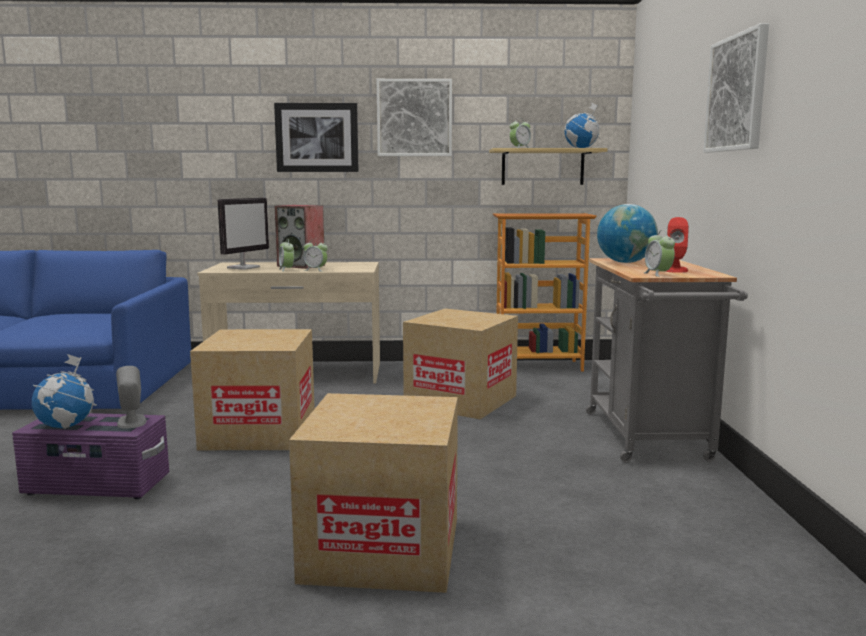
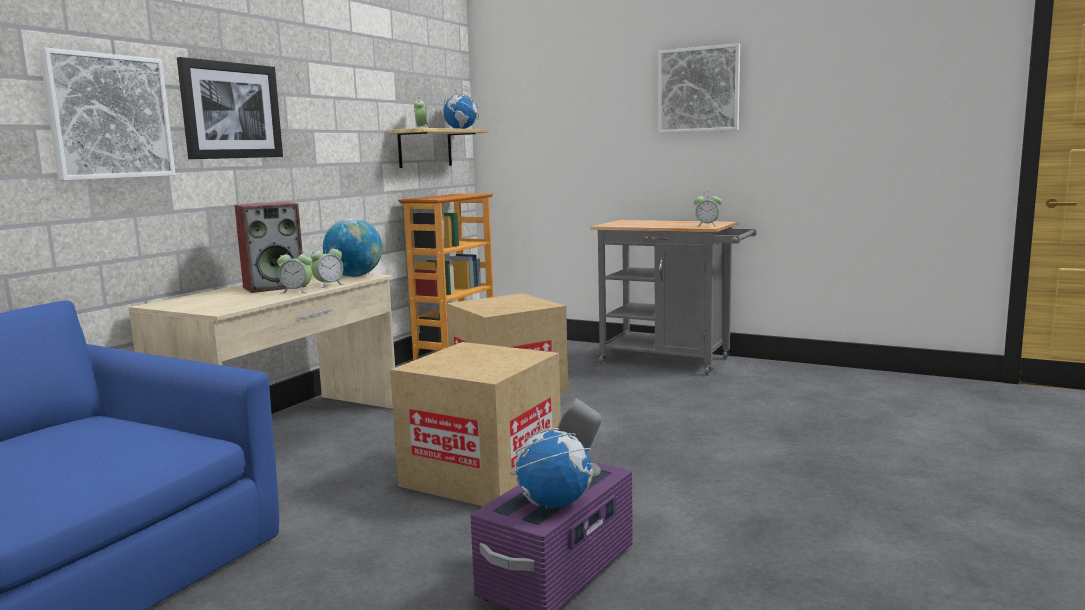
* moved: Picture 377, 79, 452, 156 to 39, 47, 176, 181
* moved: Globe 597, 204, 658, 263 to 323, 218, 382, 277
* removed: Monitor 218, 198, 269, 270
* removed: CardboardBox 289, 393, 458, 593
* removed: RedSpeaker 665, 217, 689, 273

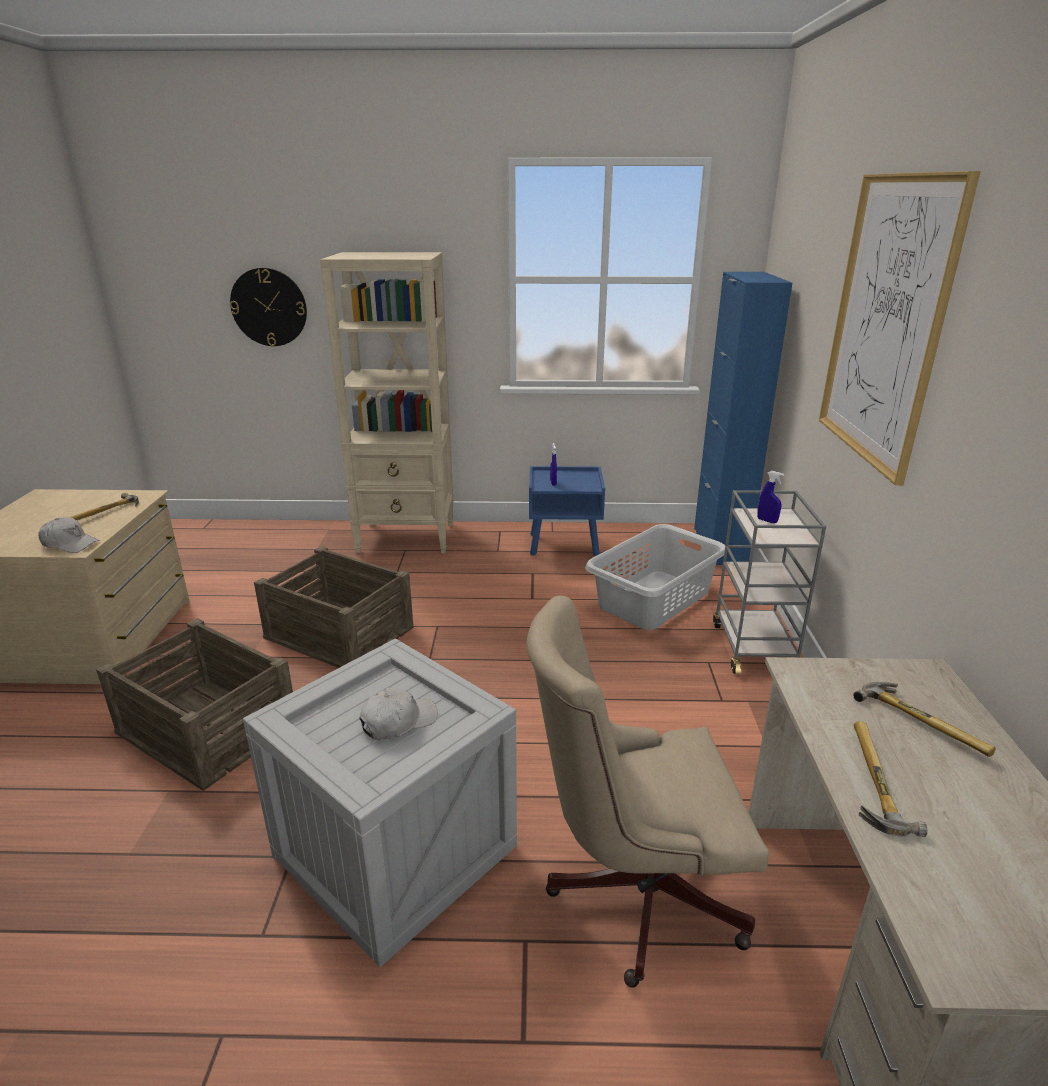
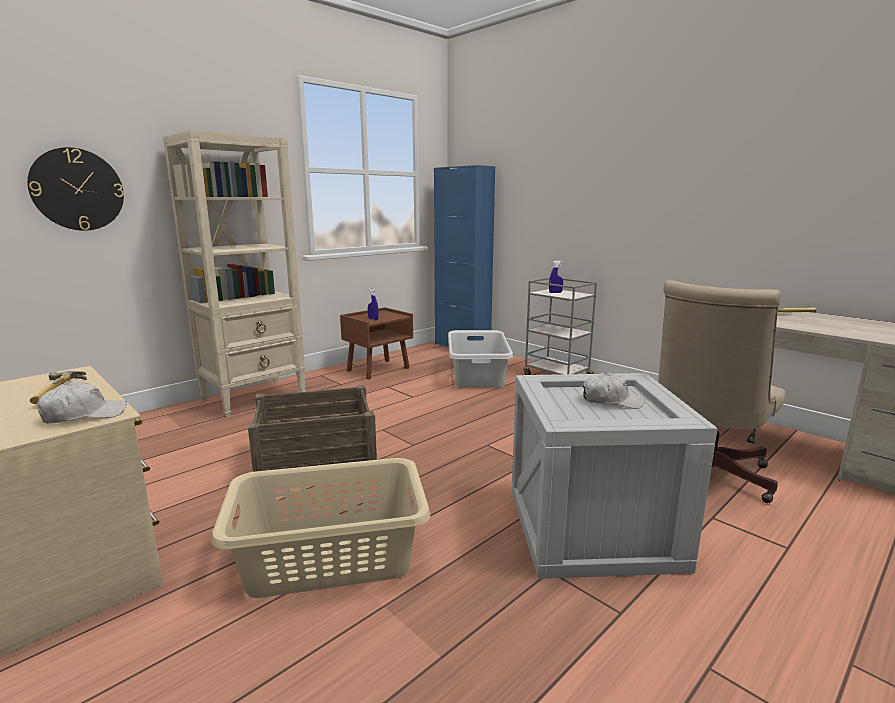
* replaced: Crate 96, 618, 293, 791 to BeigeLaundryBasket 212, 458, 430, 598
* recoloured: BlueNightstand 529, 466, 605, 556 to BrownNightstand 340, 307, 413, 379
* turned: WhiteCap 359, 688, 438, 740 = 583, 373, 645, 409 90 degrees clockwise
* removed: Picture 819, 171, 981, 485
* removed: Hammer 853, 721, 928, 837

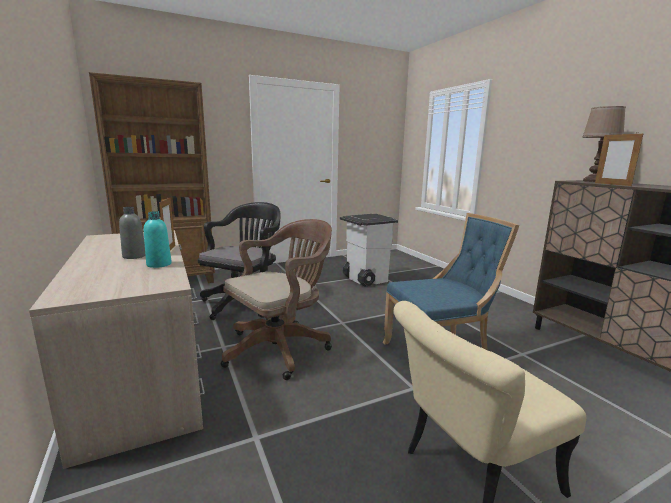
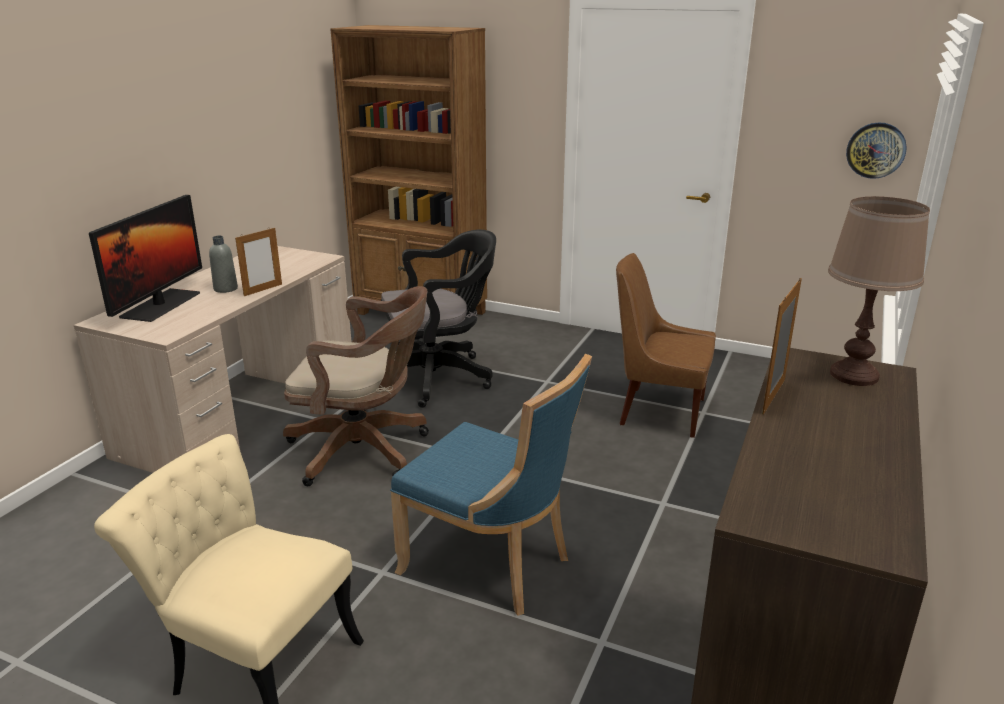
* added: Monitor 89, 195, 202, 322
* replaced: WhiteTrashCan 340, 214, 398, 287 to BrownChair 616, 253, 716, 438
* added: WallClock 846, 122, 907, 179
* removed: TurquoiseBottle 144, 211, 172, 268

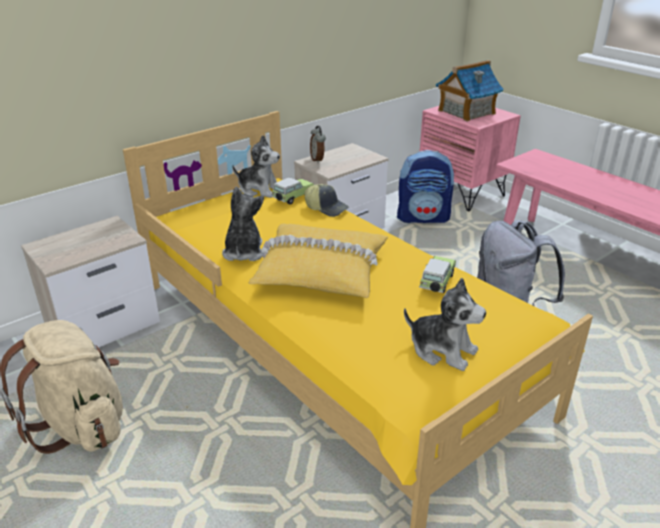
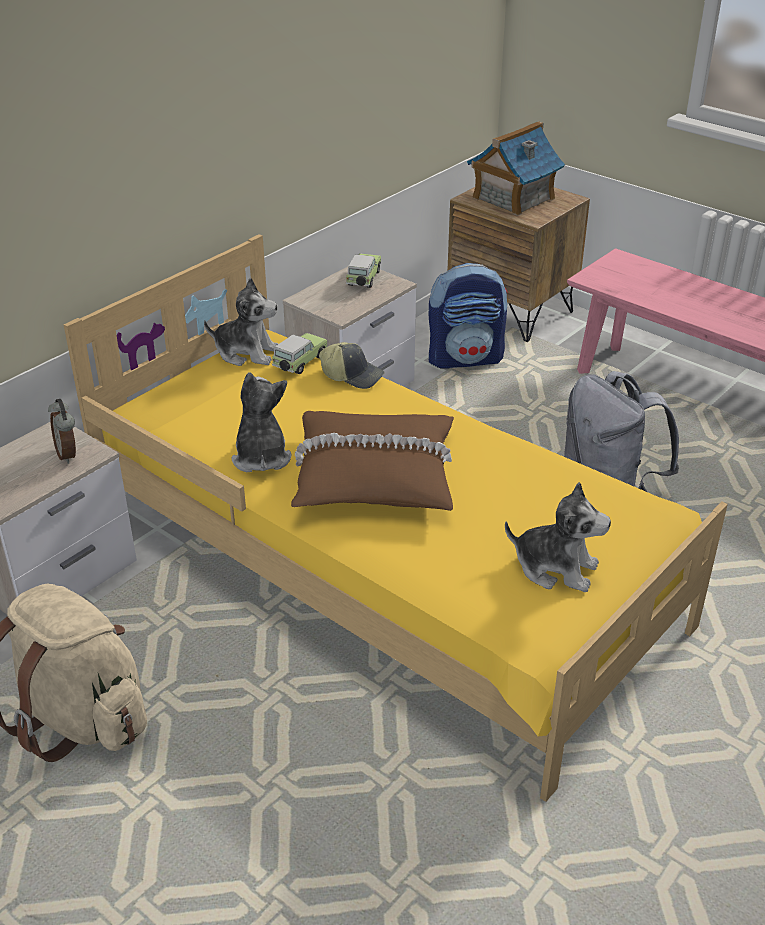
* moved: AlarmClock 310, 126, 326, 164 to 48, 399, 76, 464
* recoloured: YellowPillow 249, 223, 388, 298 to BrownPillow 291, 411, 454, 511
* moved: ToyCar 419, 256, 456, 293 to 346, 253, 381, 288
* recoloured: PinkNightstand 420, 106, 521, 211 to BrownNightstand 447, 187, 590, 342

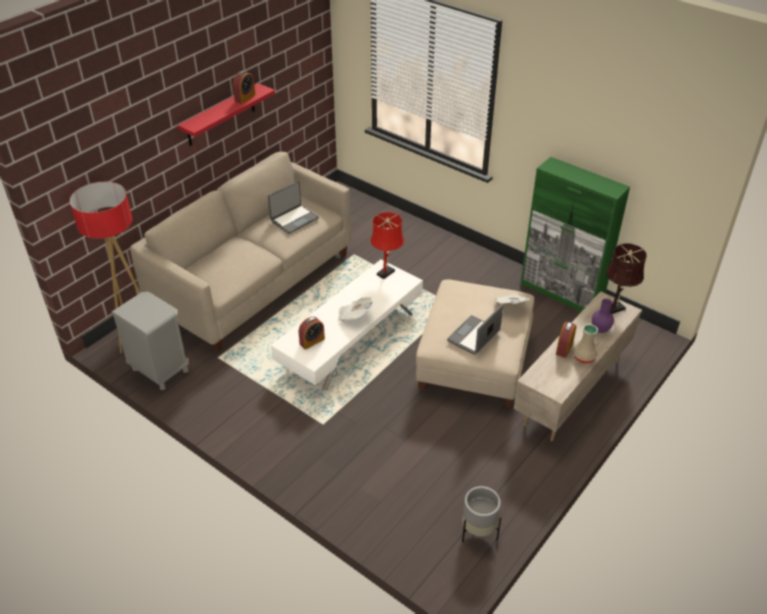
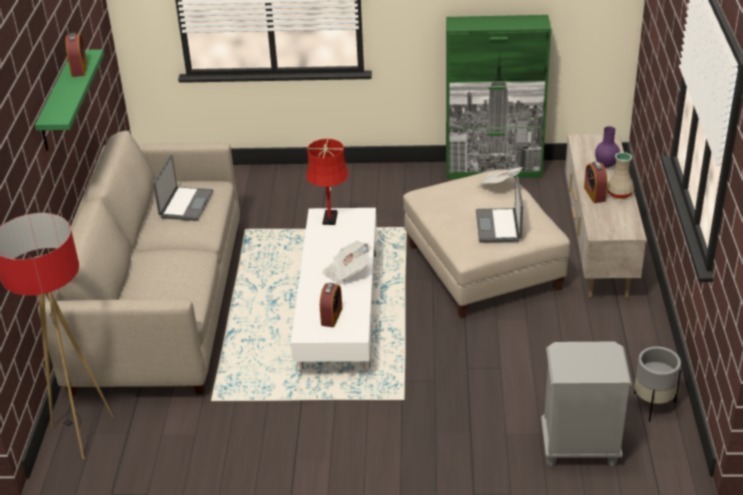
* recoloured: RedShelf 178, 83, 275, 146 to GreenShelf 35, 49, 104, 151
* moved: GreyNightstand 112, 292, 189, 390 to 541, 342, 632, 466
* removed: BrownTableLamp 606, 243, 647, 314

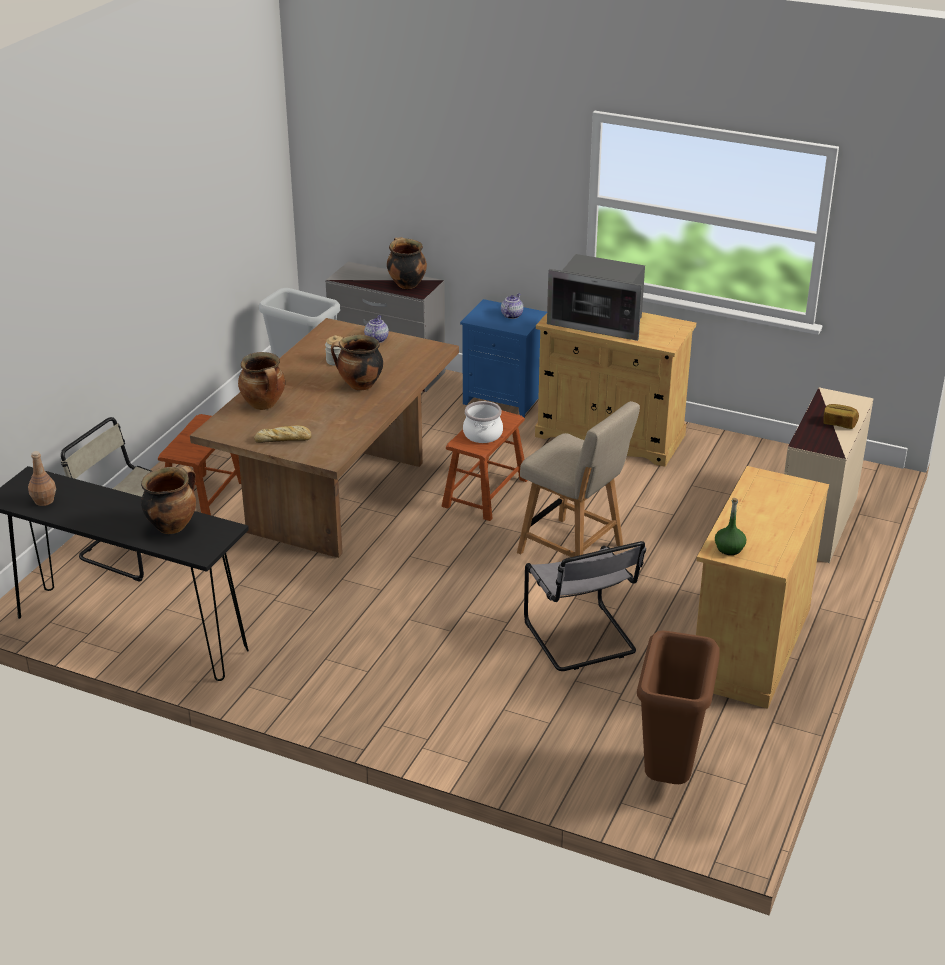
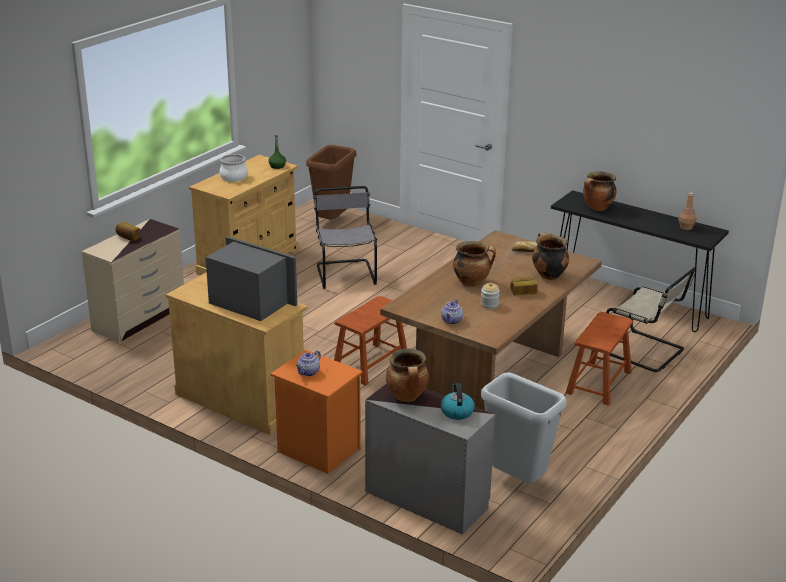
* moved: CookingPot 463, 401, 503, 443 to 219, 154, 248, 182
* recoloured: BlueNightstand 460, 299, 547, 418 to OrangeNightstand 271, 350, 363, 474
* added: Kettle 441, 383, 475, 420
* added: Bread 510, 277, 538, 295
* removed: BeigeChair 517, 401, 640, 557

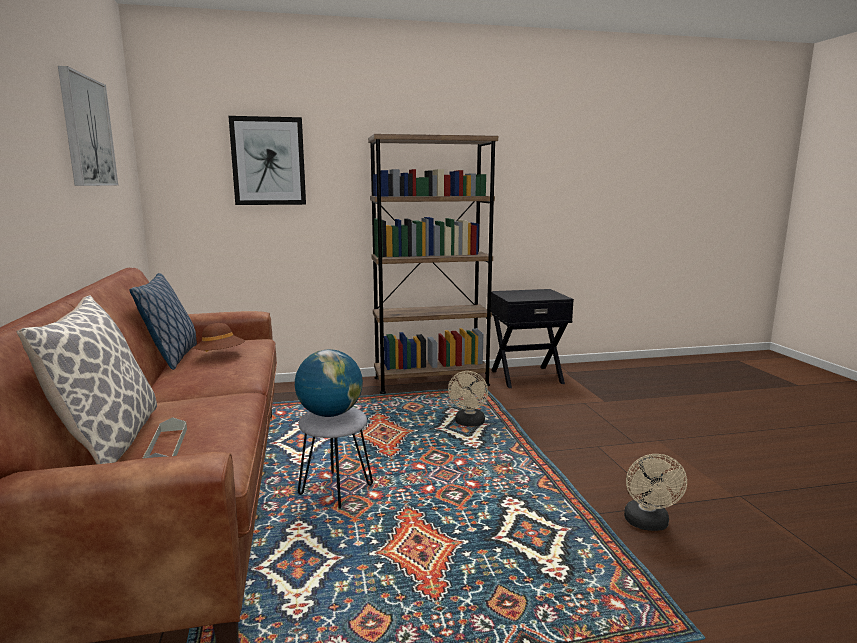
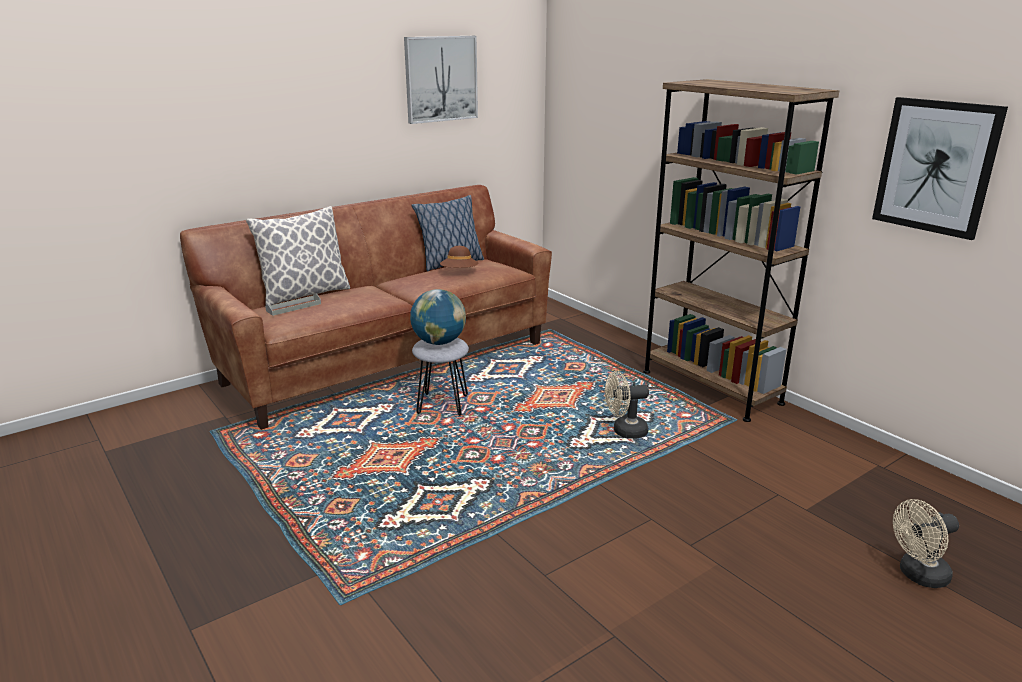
* moved: Picture 228, 116, 306, 205 to 872, 97, 1008, 240
* moved: BeigeFan 624, 454, 687, 531 to 893, 499, 959, 588
* removed: BlackNightstand 491, 289, 574, 388

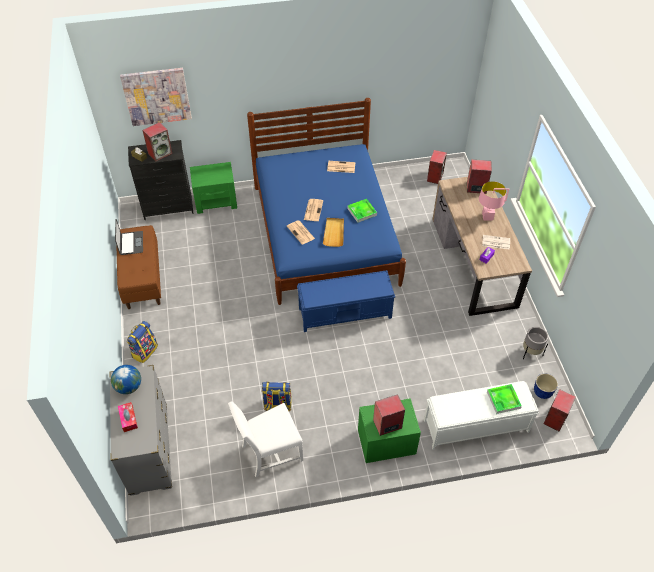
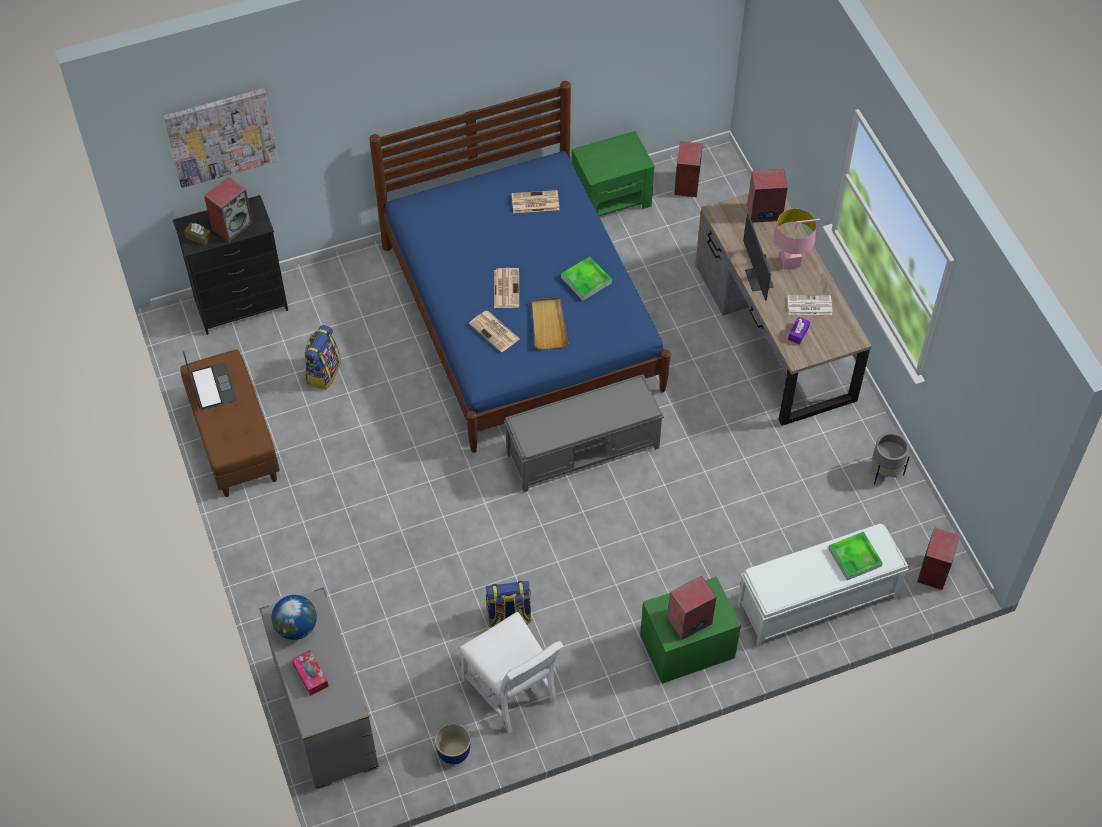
* moved: Backpack 127, 321, 158, 363 to 304, 325, 341, 390
* moved: Planter 534, 374, 558, 399 to 435, 723, 471, 764
* turned: WhiteChair 228, 401, 303, 477 = 459, 612, 563, 733 90 degrees counterclockwise
* recoloured: BlueBench 297, 270, 395, 332 to GreyBench 504, 374, 664, 492
* moved: GreenNightstand 190, 162, 237, 214 to 572, 131, 654, 216
* added: Monitor 743, 213, 774, 301

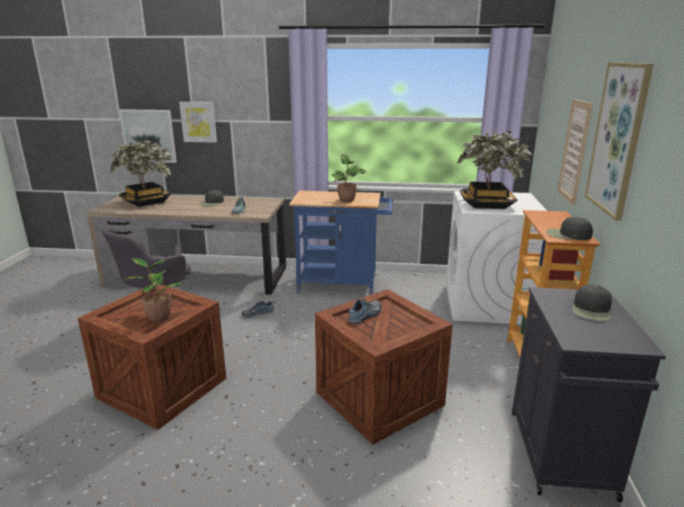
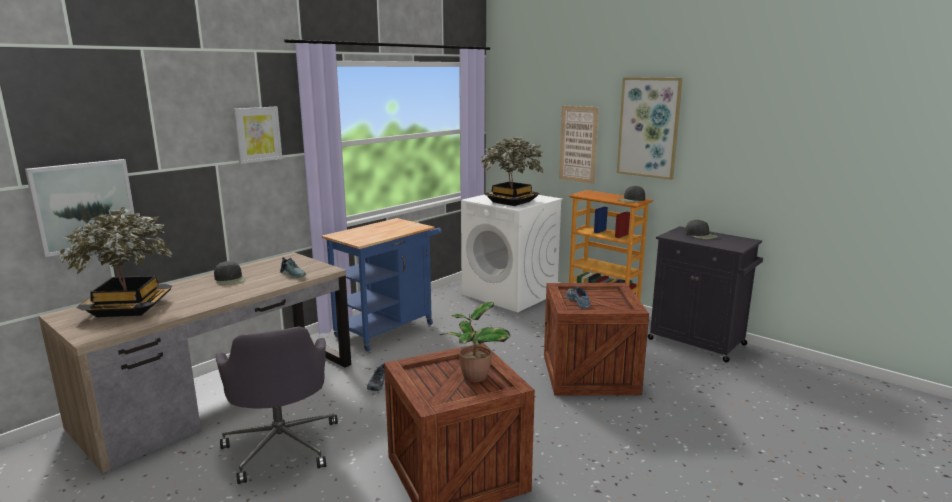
* moved: Picture 179, 102, 217, 143 to 233, 107, 282, 164
* removed: PottedPlant 332, 154, 366, 202

